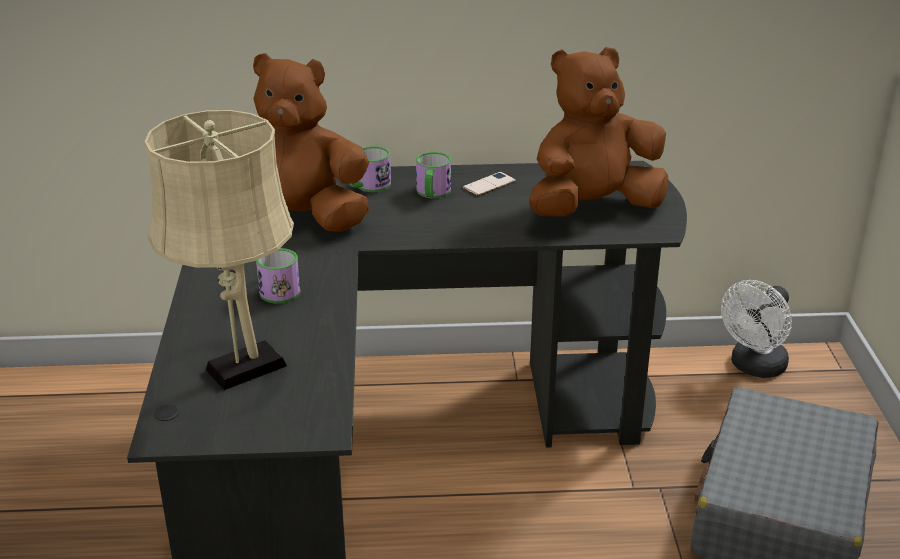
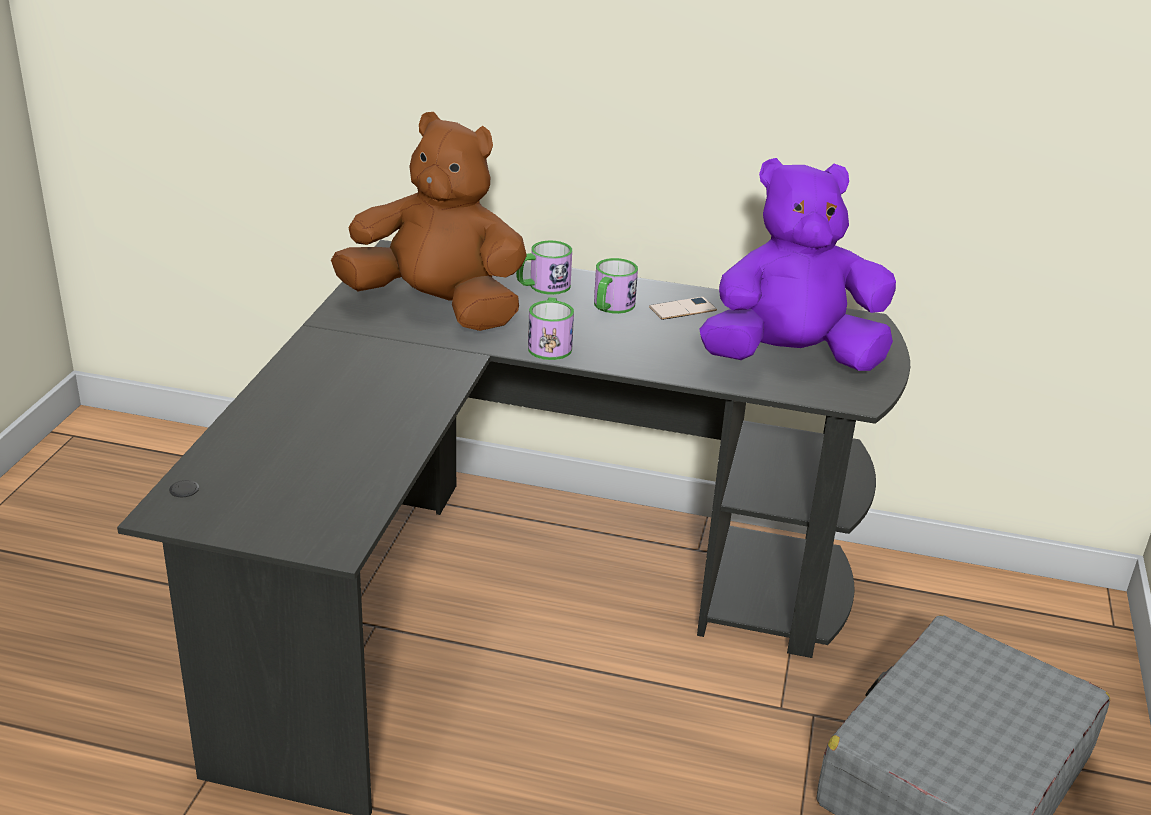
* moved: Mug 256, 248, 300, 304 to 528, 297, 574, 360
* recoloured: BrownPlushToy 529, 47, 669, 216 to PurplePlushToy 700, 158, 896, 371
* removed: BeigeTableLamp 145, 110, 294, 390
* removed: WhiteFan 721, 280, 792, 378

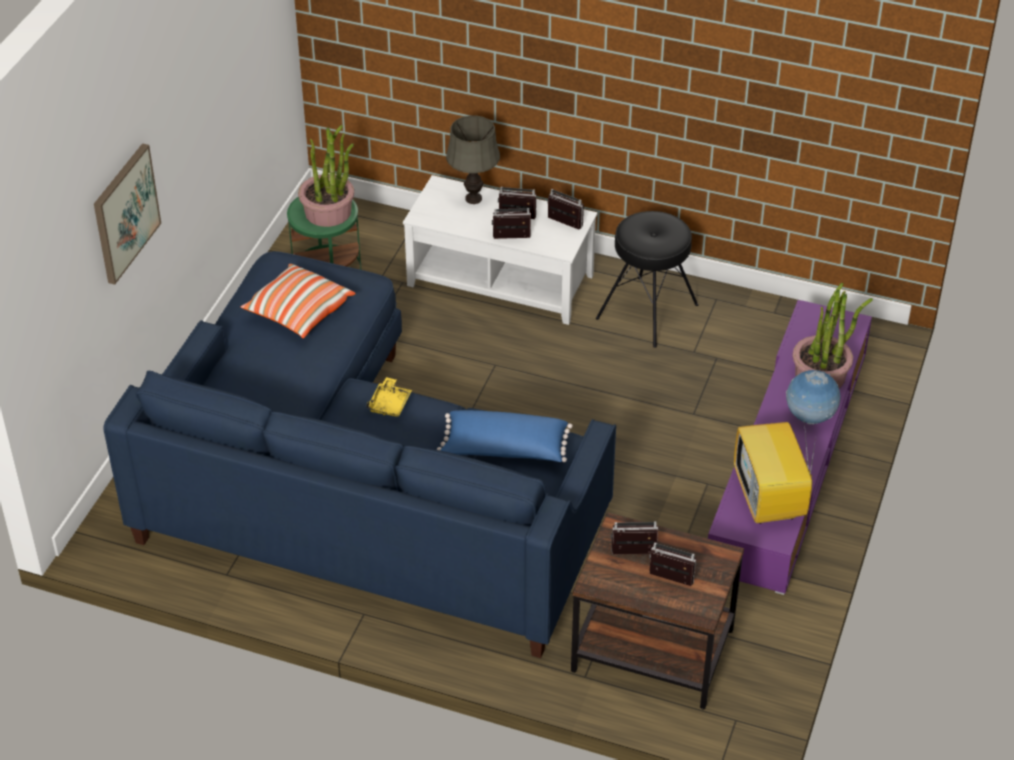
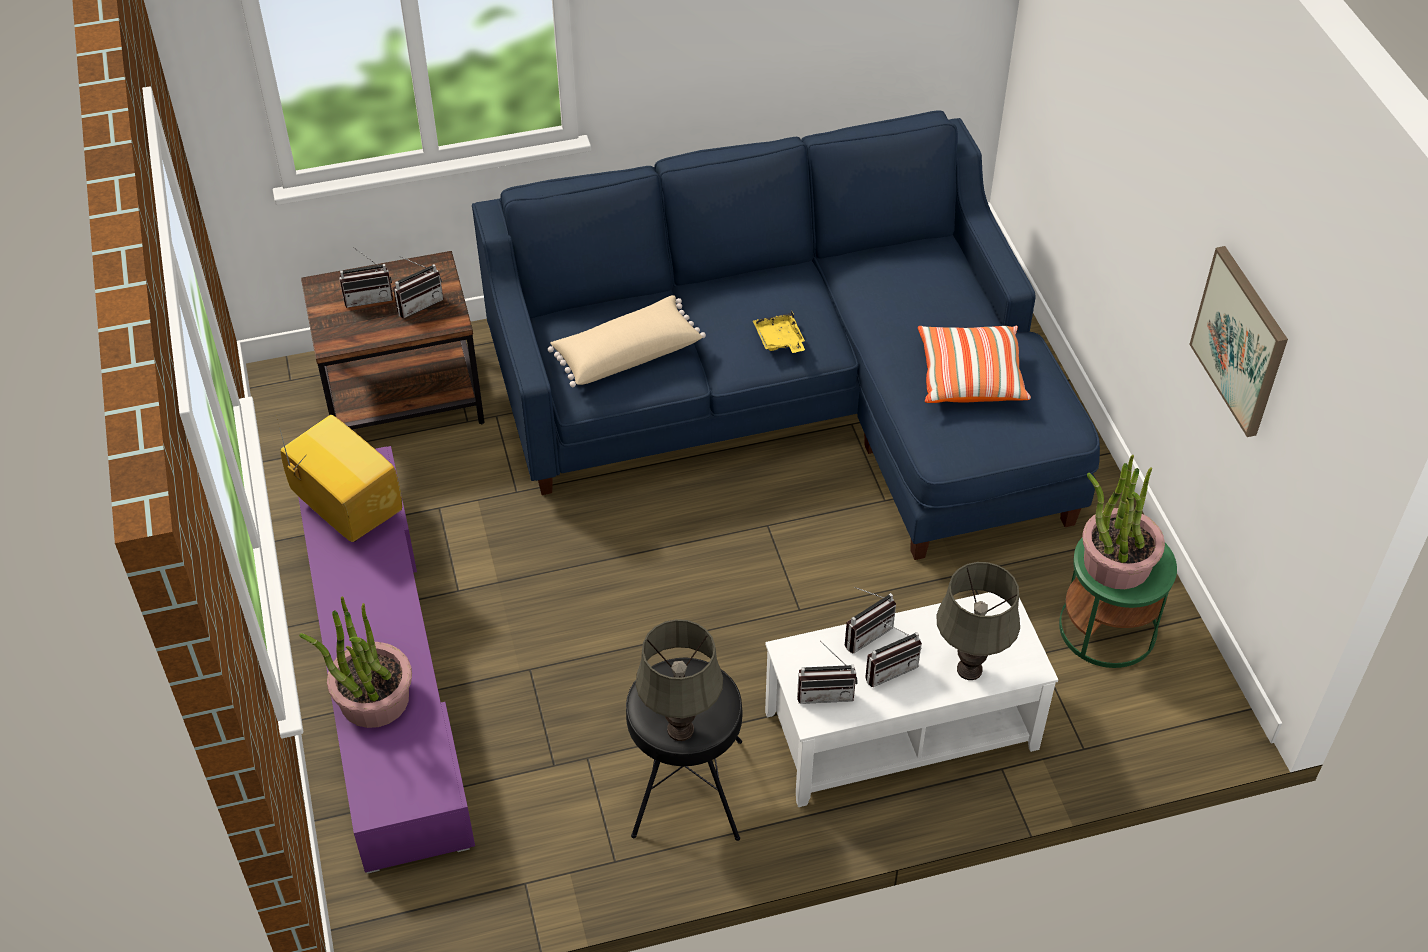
* recoloured: BluePillow 437, 410, 573, 462 to BeigePillow 548, 295, 706, 387
* added: GreyTableLamp 635, 619, 723, 741
* moved: Picture 94, 143, 161, 285 to 1189, 246, 1288, 437
* removed: Globe 786, 370, 840, 425

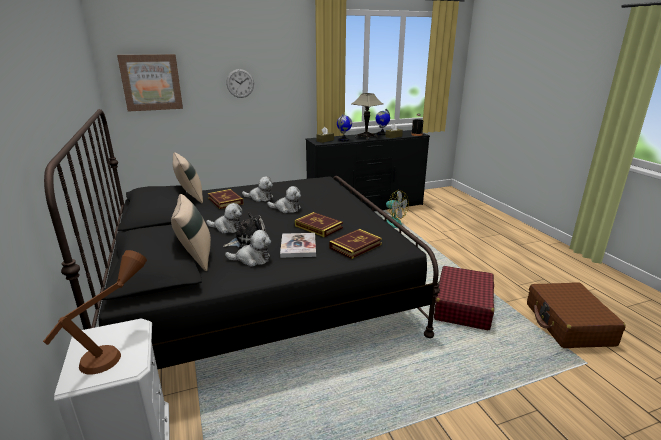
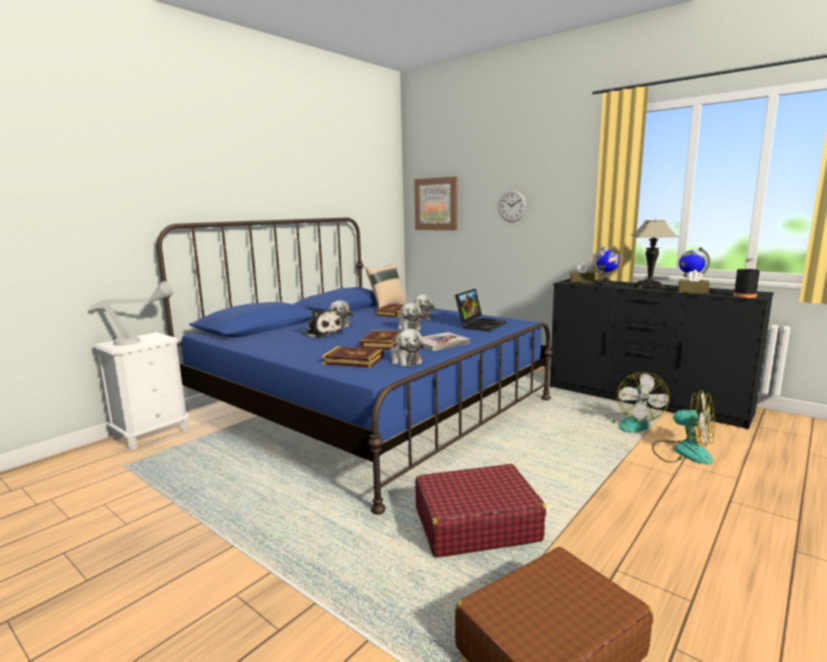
* recoloured: BrownTableLamp 43, 250, 147, 375 to GreyTableLamp 89, 281, 175, 346
* recoloured: BlackBed 44, 109, 440, 369 to BlueBed 157, 217, 553, 515
* moved: PlushToy 225, 230, 271, 267 to 390, 329, 424, 366
* moved: Book 280, 233, 316, 258 to 422, 332, 470, 351
* added: Laptop 455, 289, 506, 332
* added: Fan 652, 390, 715, 465
* removed: BeigePillow 171, 194, 211, 271

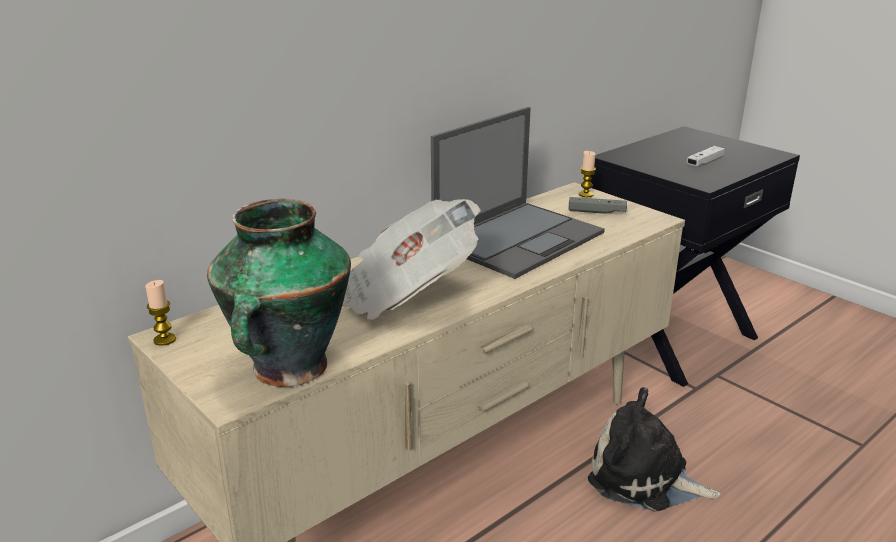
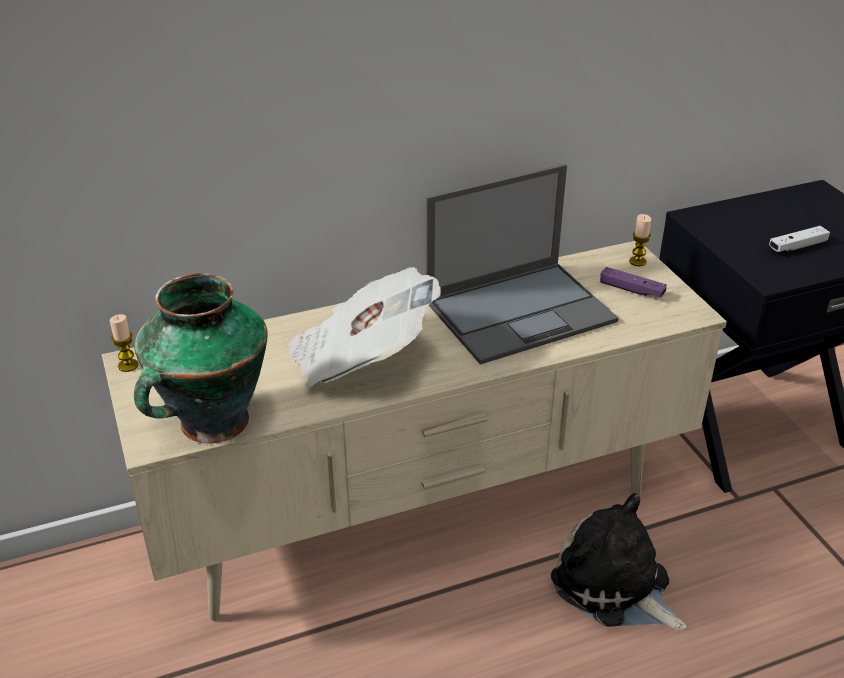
* recoloured: GreyGameController 569, 197, 627, 214 to PurpleGameController 600, 267, 667, 298

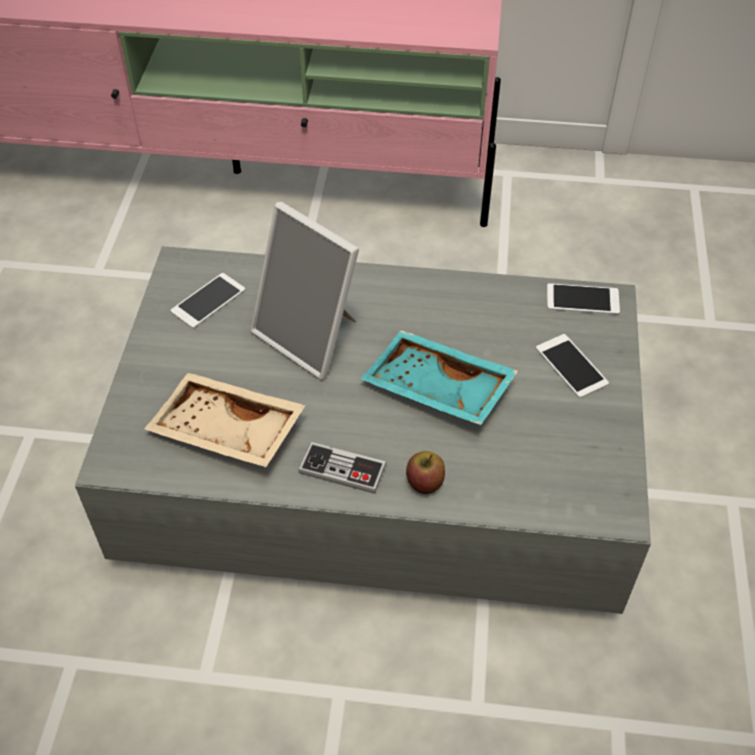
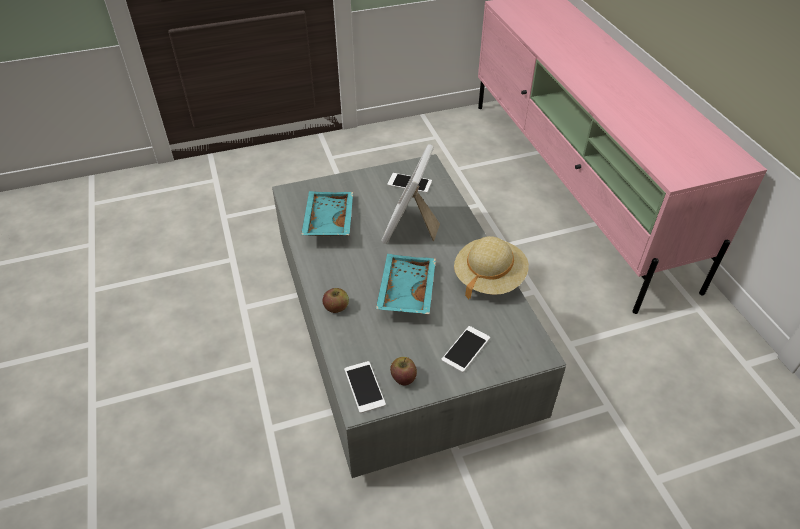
* recoloured: BeigeTray 144, 373, 306, 467 to TurquoiseTray 301, 191, 353, 236
* moved: Phone 547, 283, 620, 314 to 344, 361, 386, 413
* added: Apple 390, 357, 417, 385
* added: BeigeHat 454, 236, 529, 299
* removed: GameController 298, 442, 387, 494

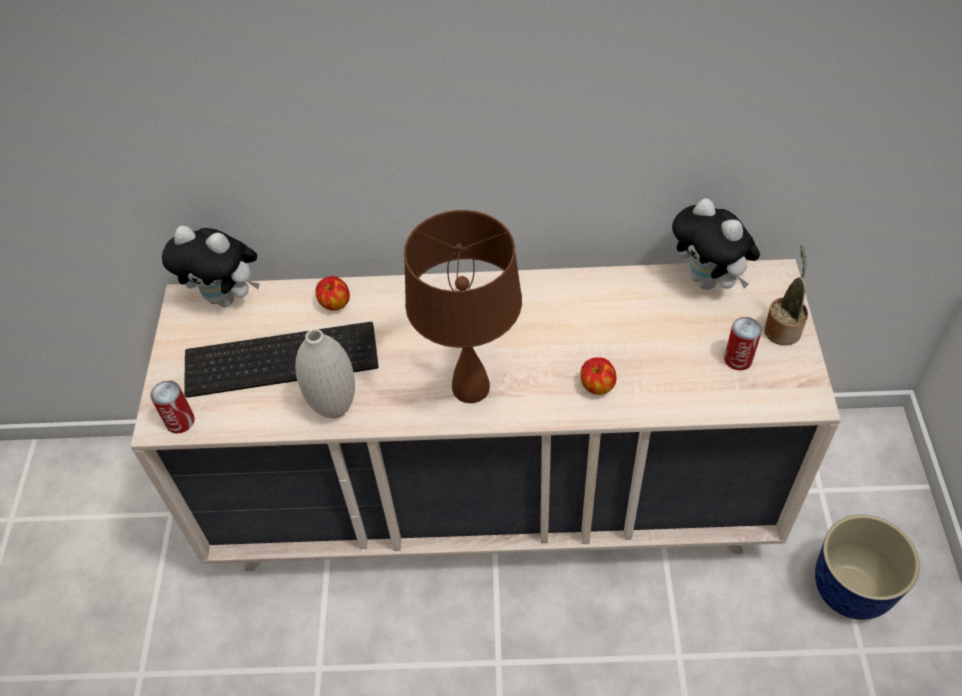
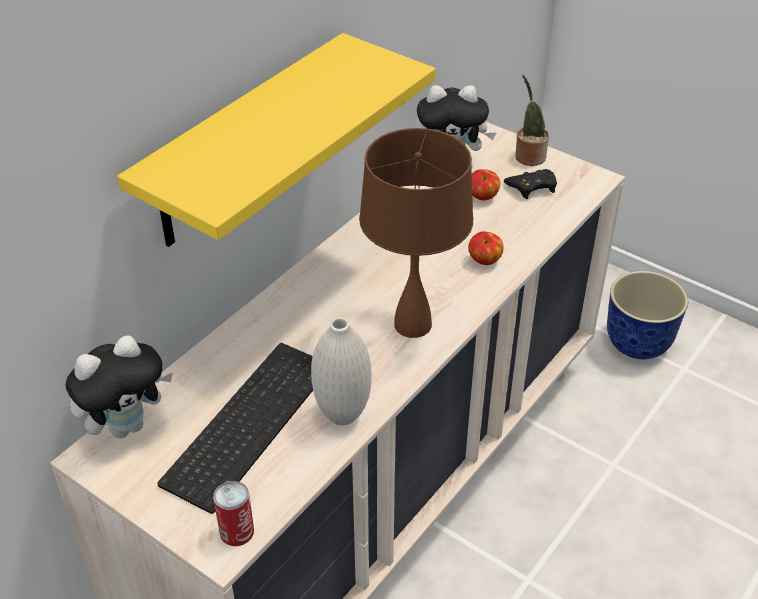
* added: YellowShelf 117, 33, 436, 247
* moved: Apple 315, 276, 350, 311 to 472, 169, 500, 200
* replaced: Can 724, 317, 762, 370 to BlackGameController 504, 169, 557, 199

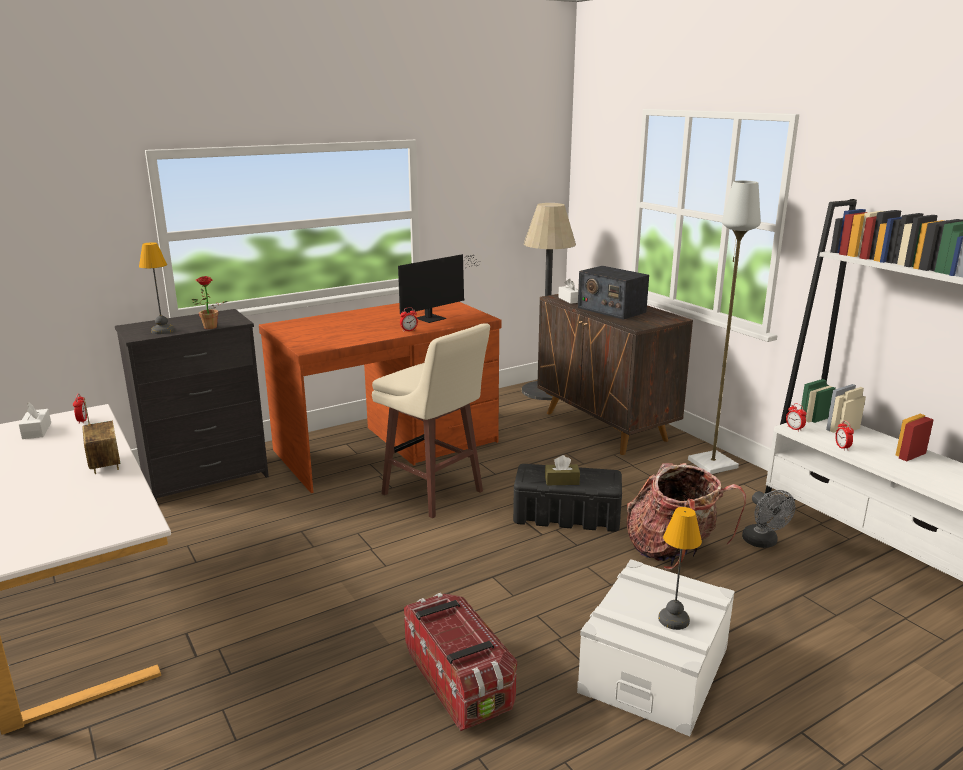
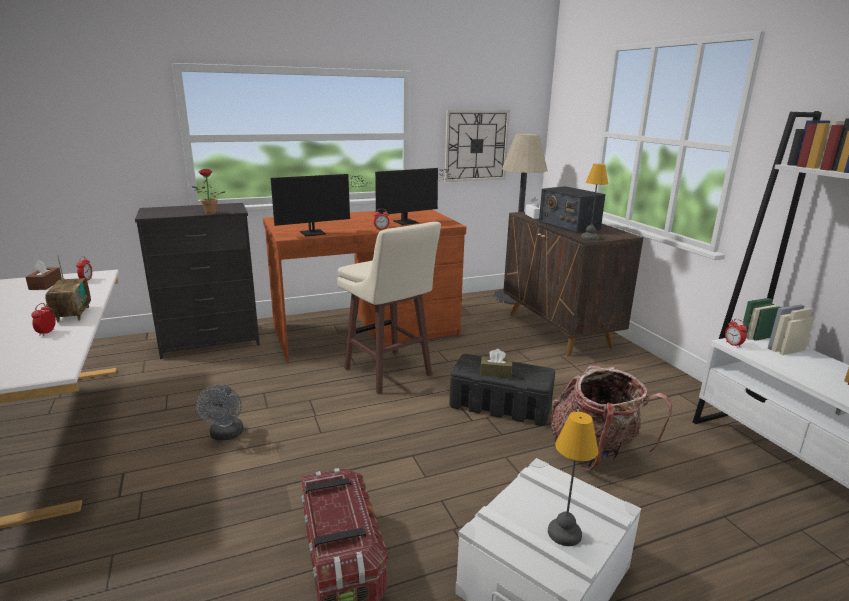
* recoloured: WhiteTissueBox 19, 402, 51, 439 to BrownTissueBox 25, 259, 62, 290
* moved: AlarmClock 835, 420, 854, 451 to 31, 303, 56, 336
* moved: GreyFan 742, 490, 795, 548 to 196, 385, 243, 441
* added: Monitor 271, 174, 368, 237
* added: WallClock 444, 110, 510, 182
* moved: TableLamp 139, 242, 174, 334 to 581, 164, 608, 240
* removed: GreyFloorLamp 688, 181, 761, 474

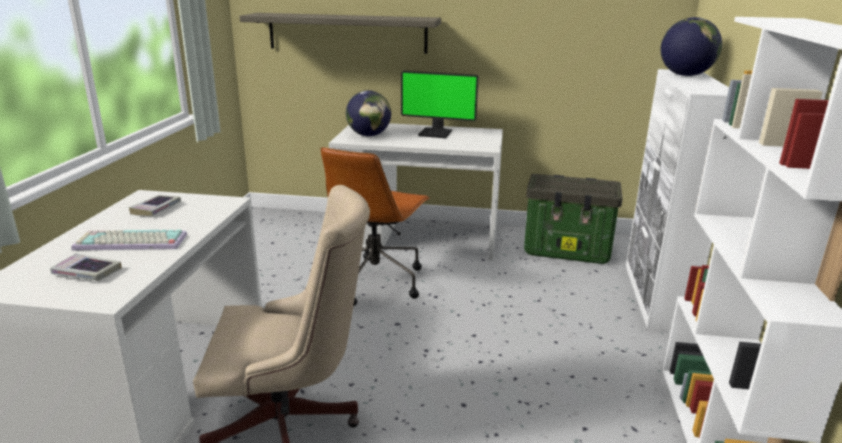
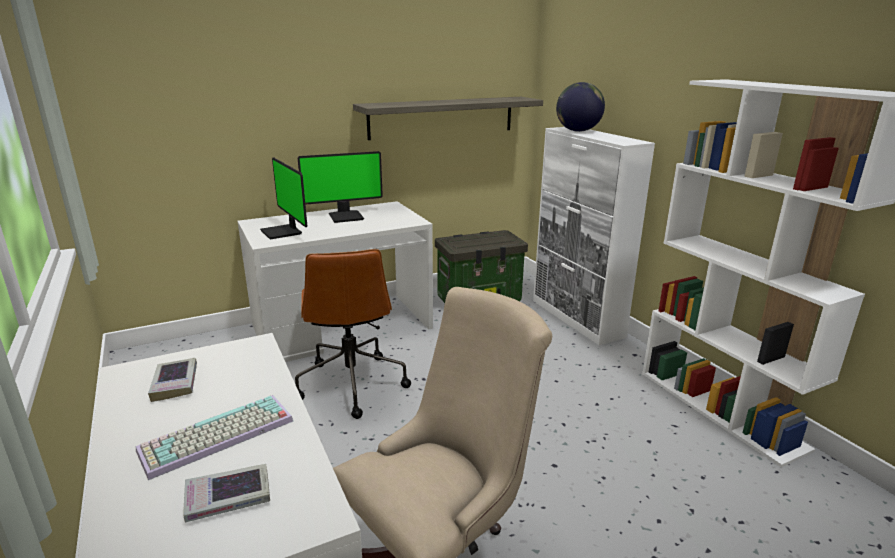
* replaced: Globe 346, 90, 391, 136 to Monitor 260, 157, 307, 240
* moved: Shelf 240, 13, 441, 54 to 353, 97, 543, 140

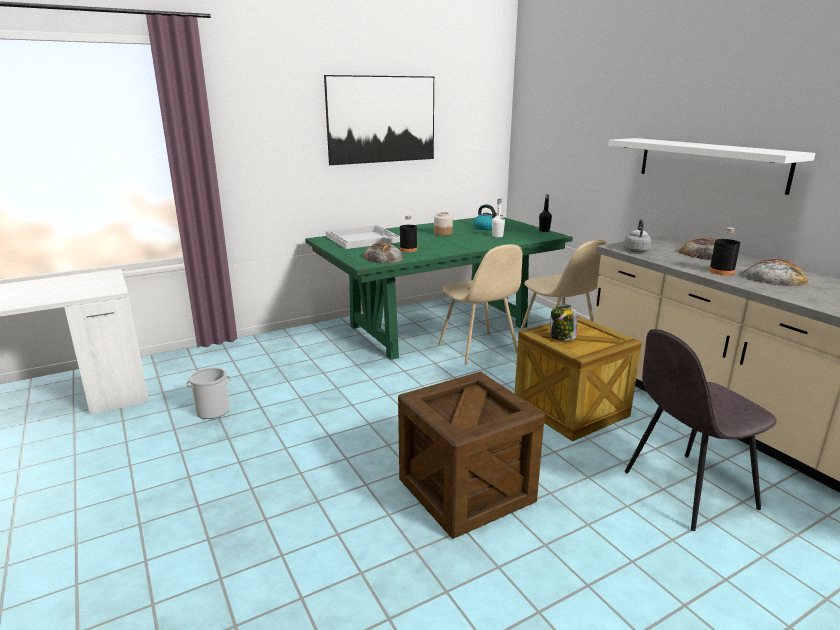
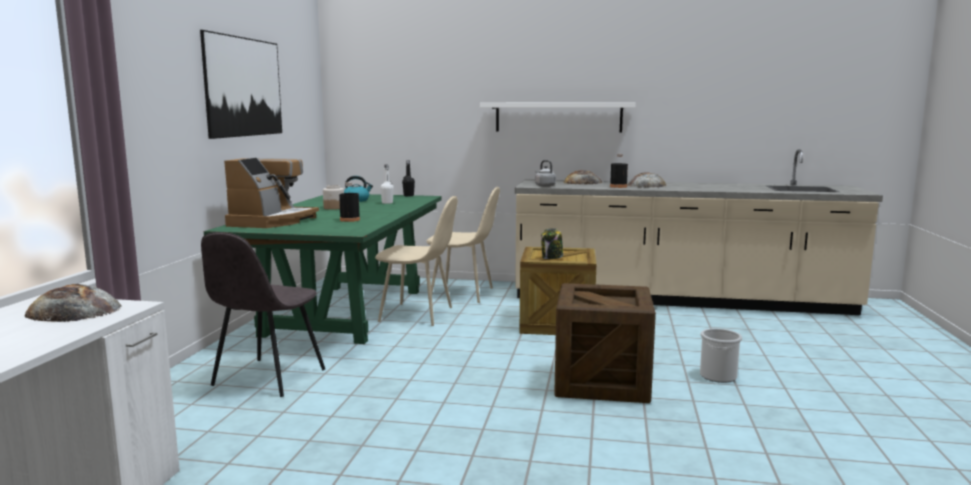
* moved: Bread 363, 243, 404, 263 to 24, 284, 122, 322
* moved: GreyChair 625, 329, 777, 531 to 201, 232, 325, 397
* replaced: WhiteTray 326, 225, 400, 249 to CoffeeMachine 224, 158, 319, 228
* moved: Bucket 186, 367, 231, 419 to 700, 328, 742, 383

